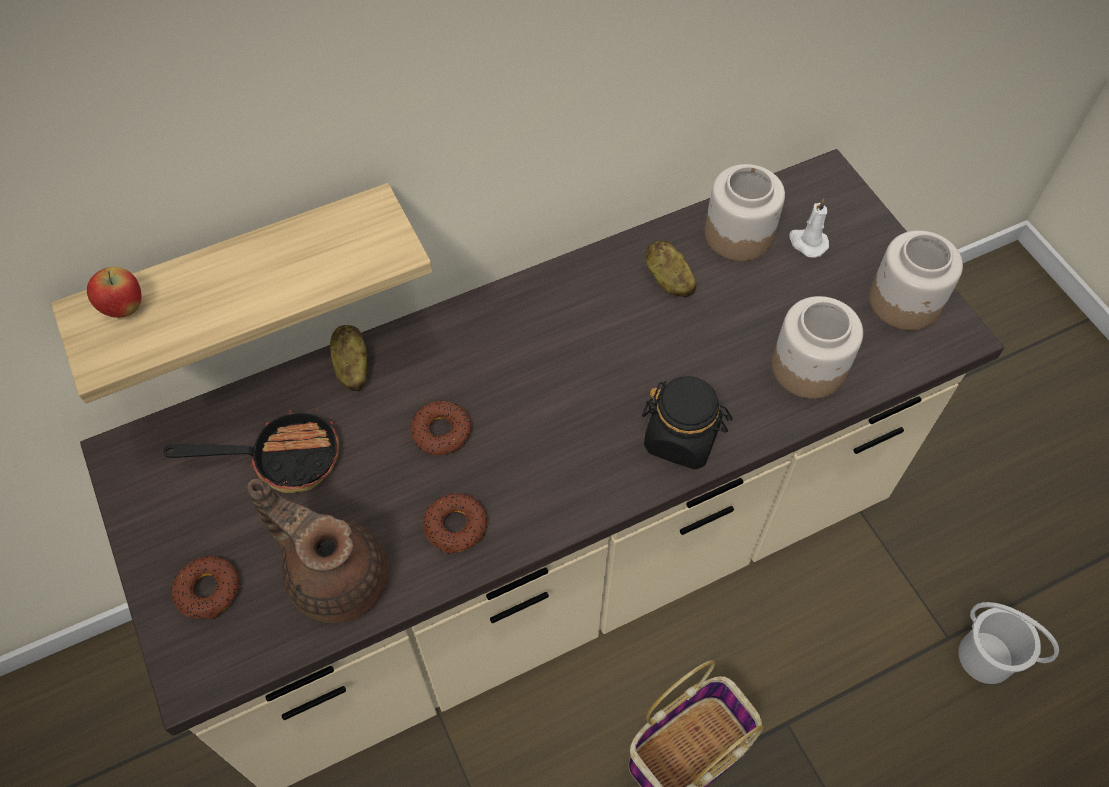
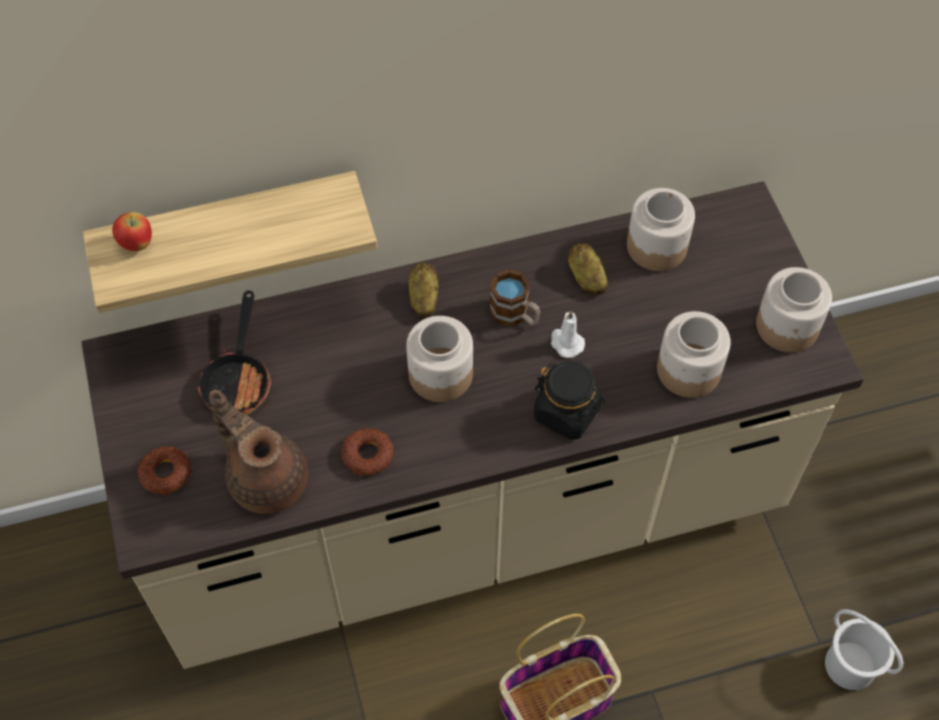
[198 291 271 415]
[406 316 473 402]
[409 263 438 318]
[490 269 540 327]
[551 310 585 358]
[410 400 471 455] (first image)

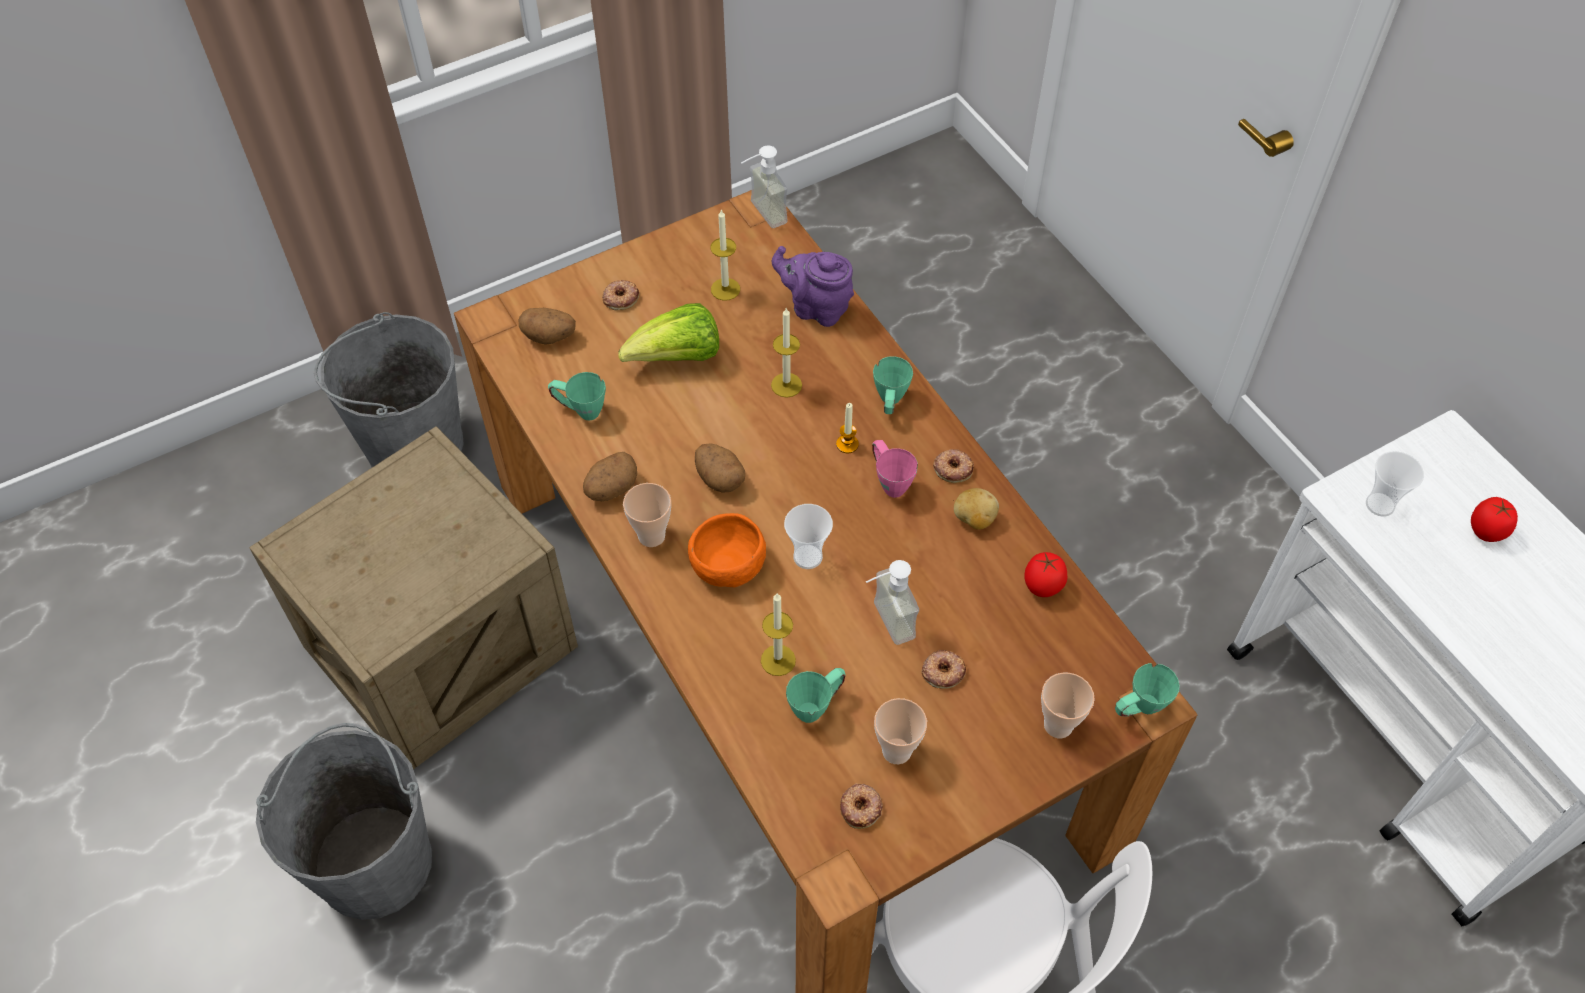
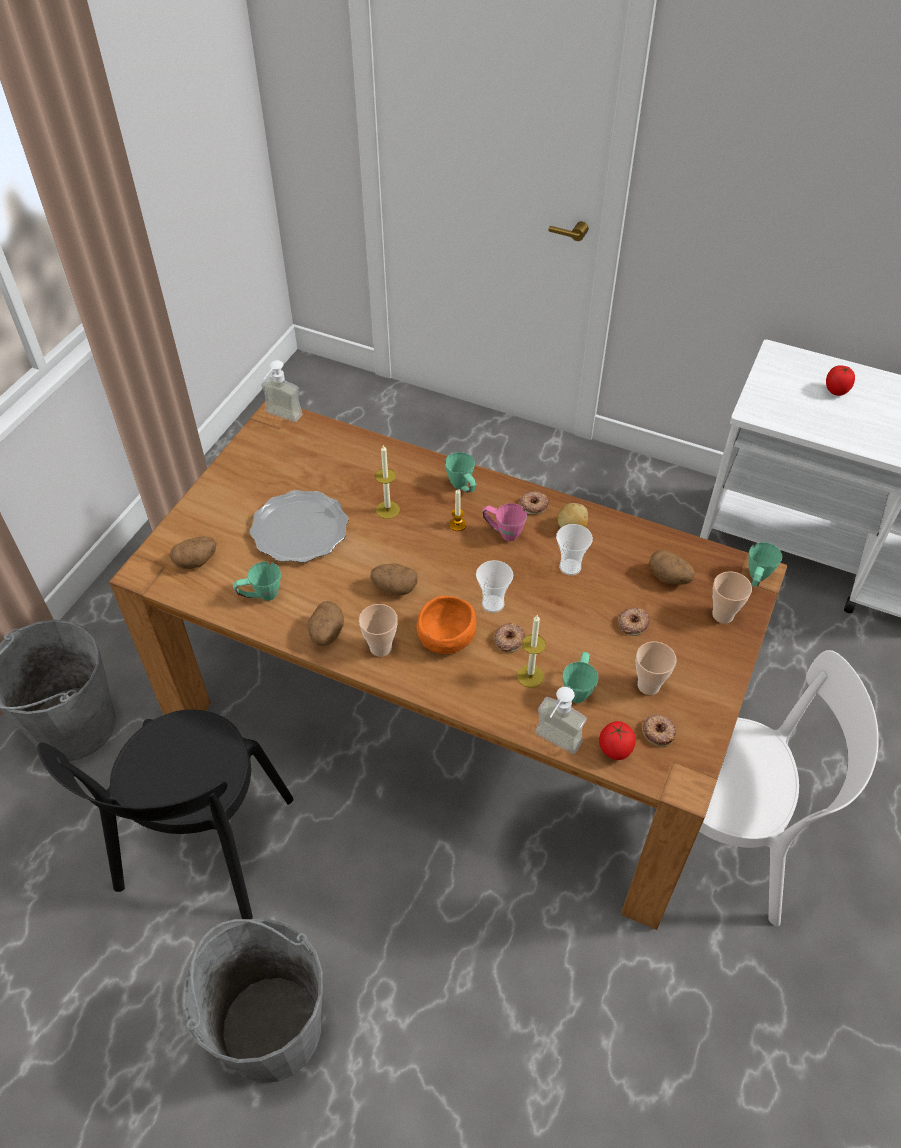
[37 709 293 919]
[250 490 348 563]
[494 623 525 653]
[535 687 587 754]
[556 524 593 575]
[599 721 636 760]
[650 550 695 585]
[710 209 740 301] (first image)
[772 246 854 327] (first image)

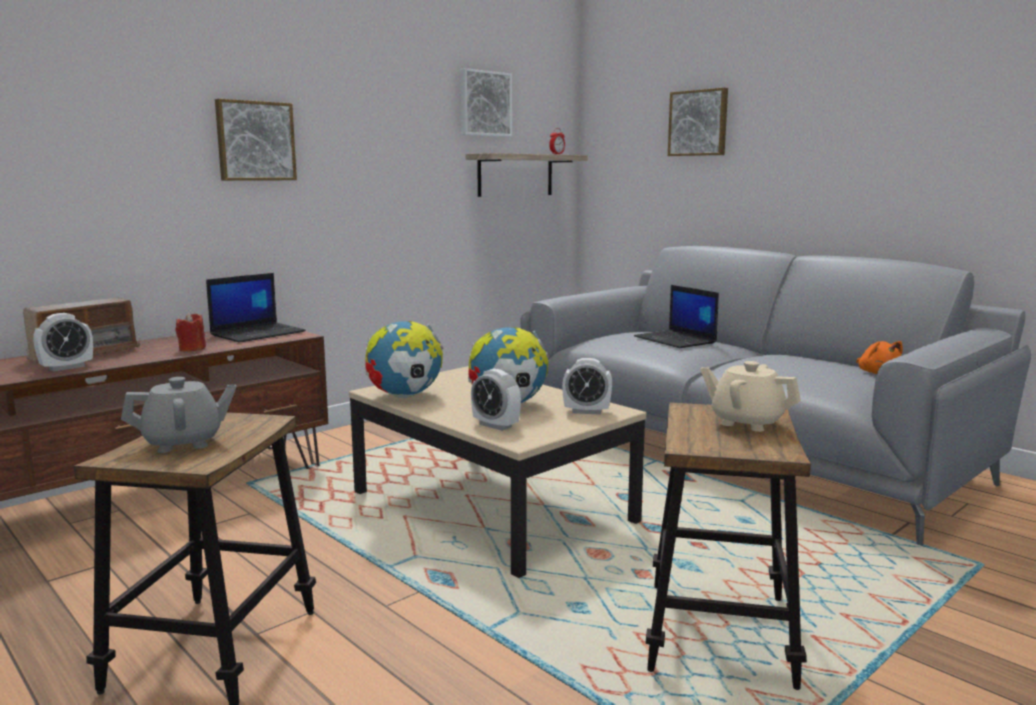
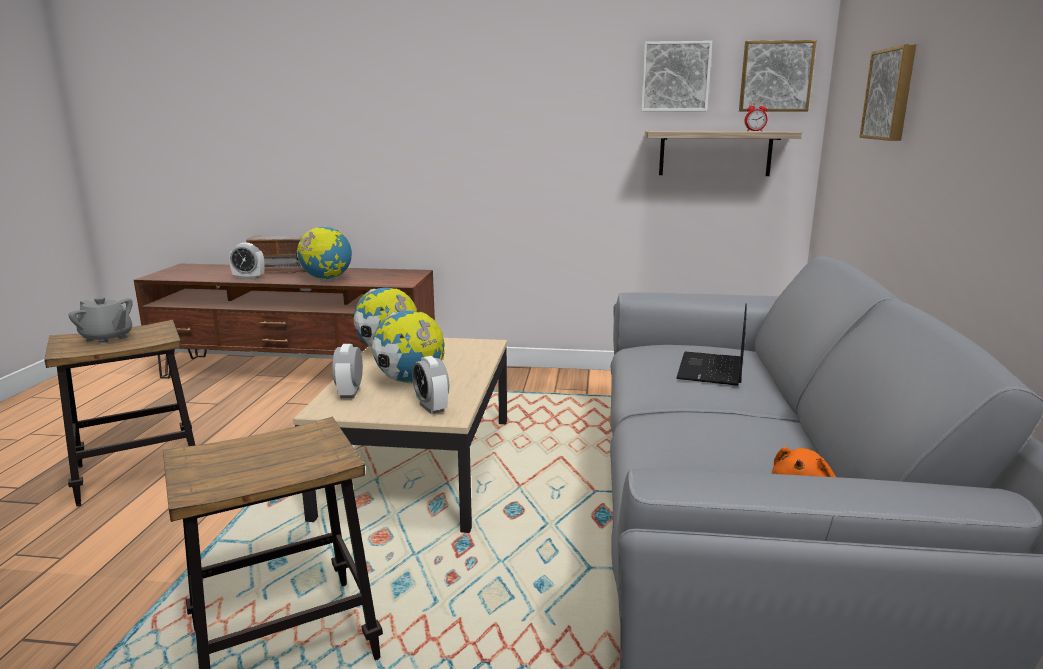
[296 226 352 281]
[739 40 817 111]
[206 273 306 343] (first image)
[700 361 801 432] (first image)

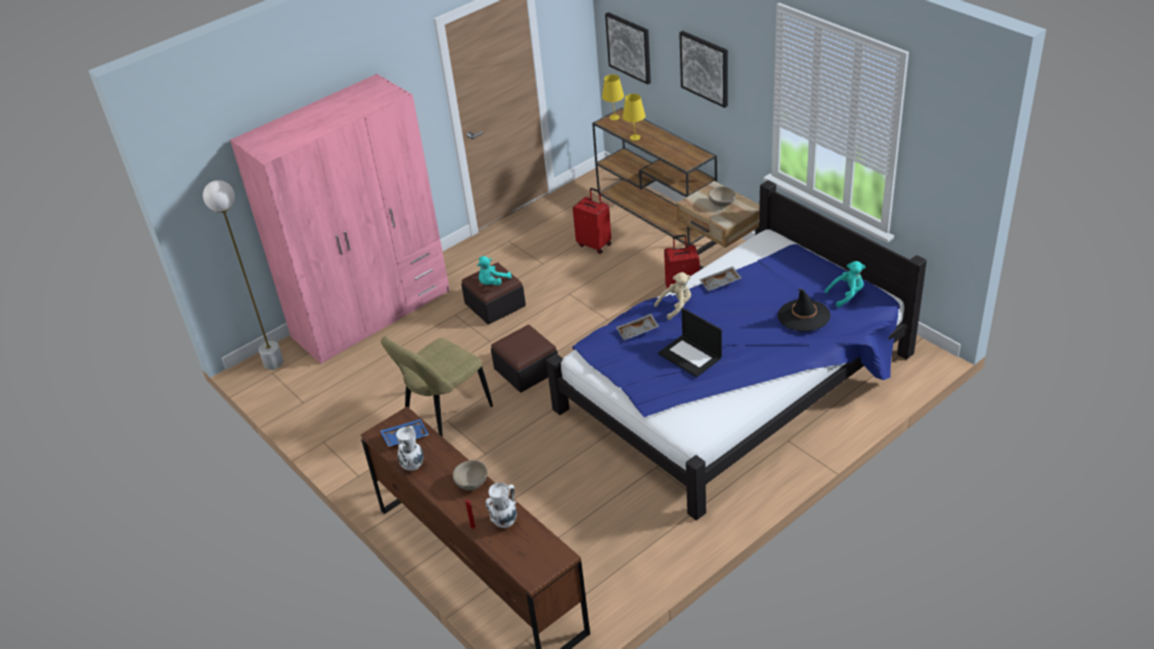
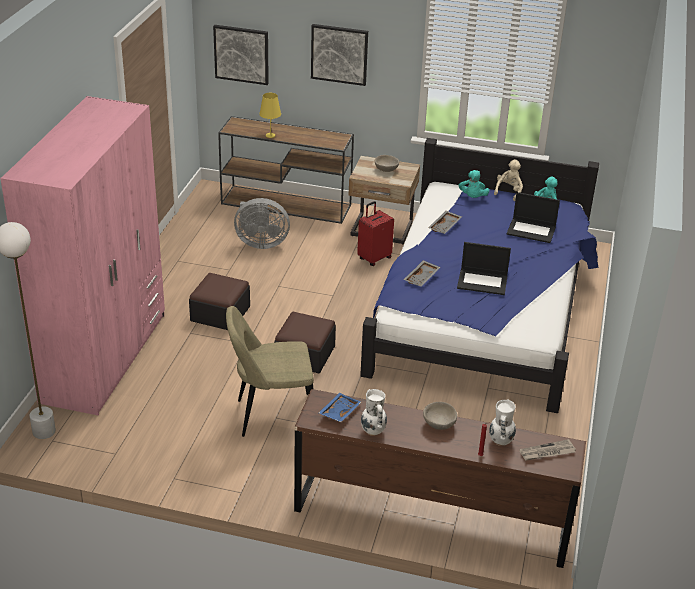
[226 306 314 437]
[234 198 290 249]
[458 170 489 198]
[494 159 523 201]
[507 192 560 243]
[519 439 576 461]
[602 74 624 120] (first image)

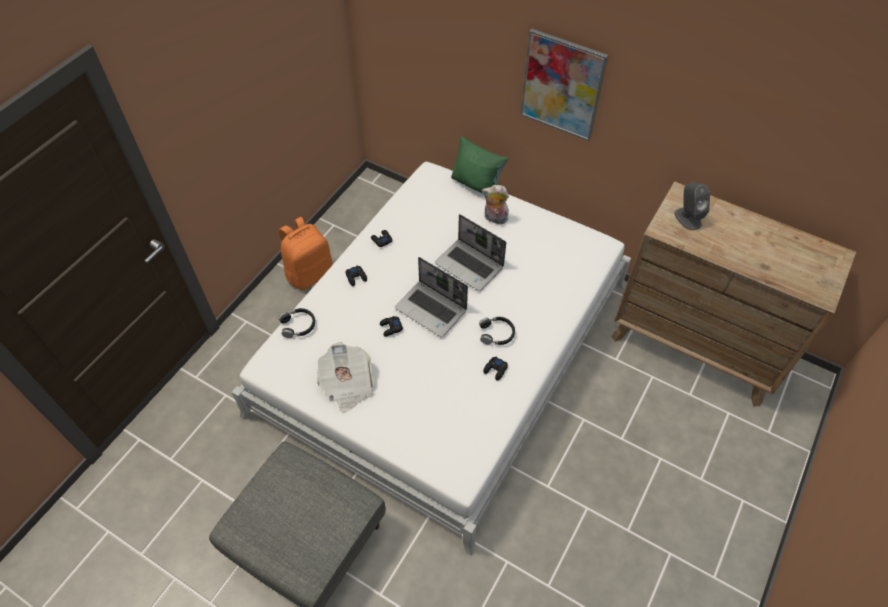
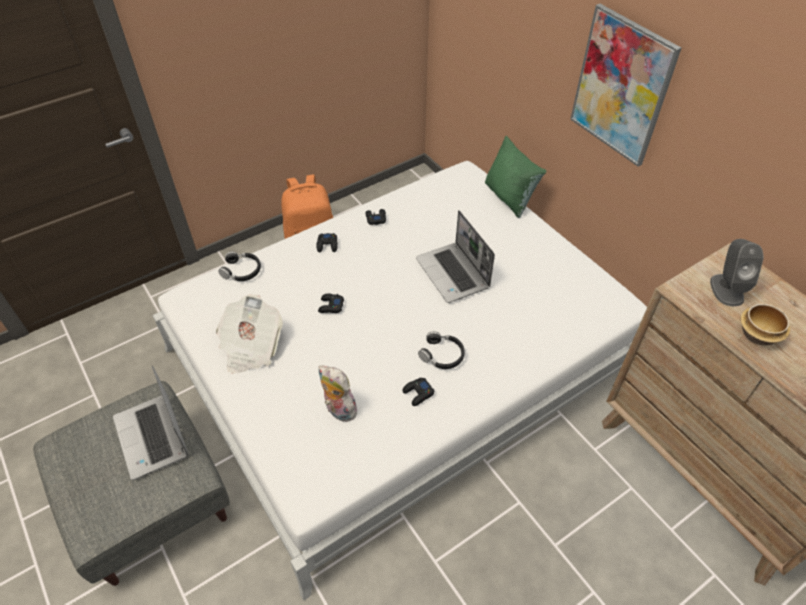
[113 366 189 480]
[318 365 357 422]
[740 304 790 345]

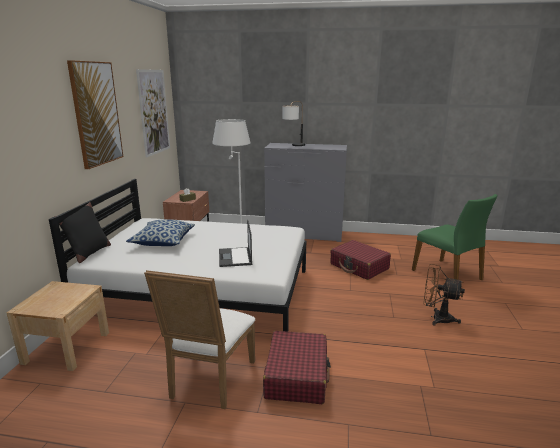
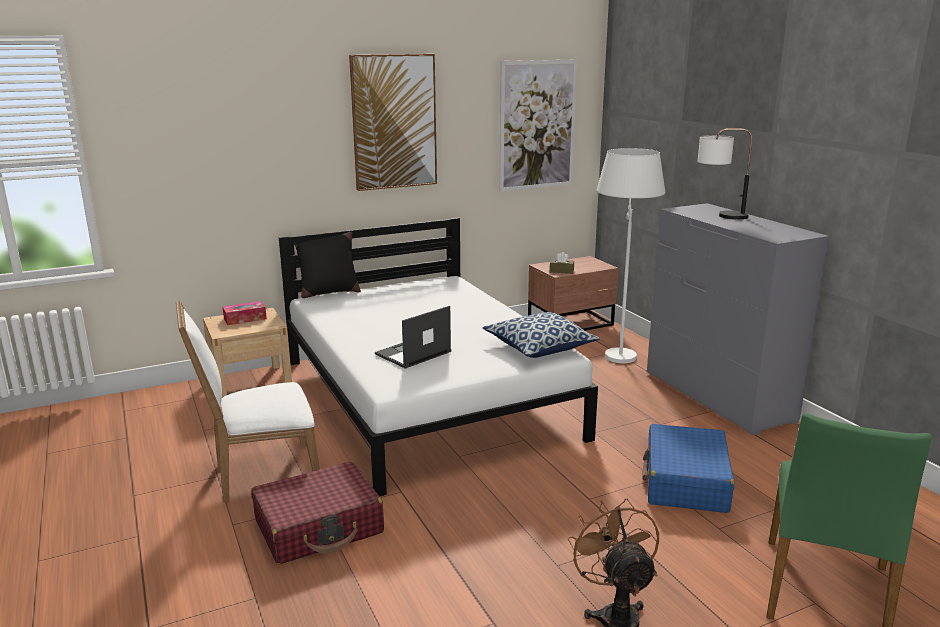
[223 301 267 325]
[483 312 600 358]
[642 424 734 513]

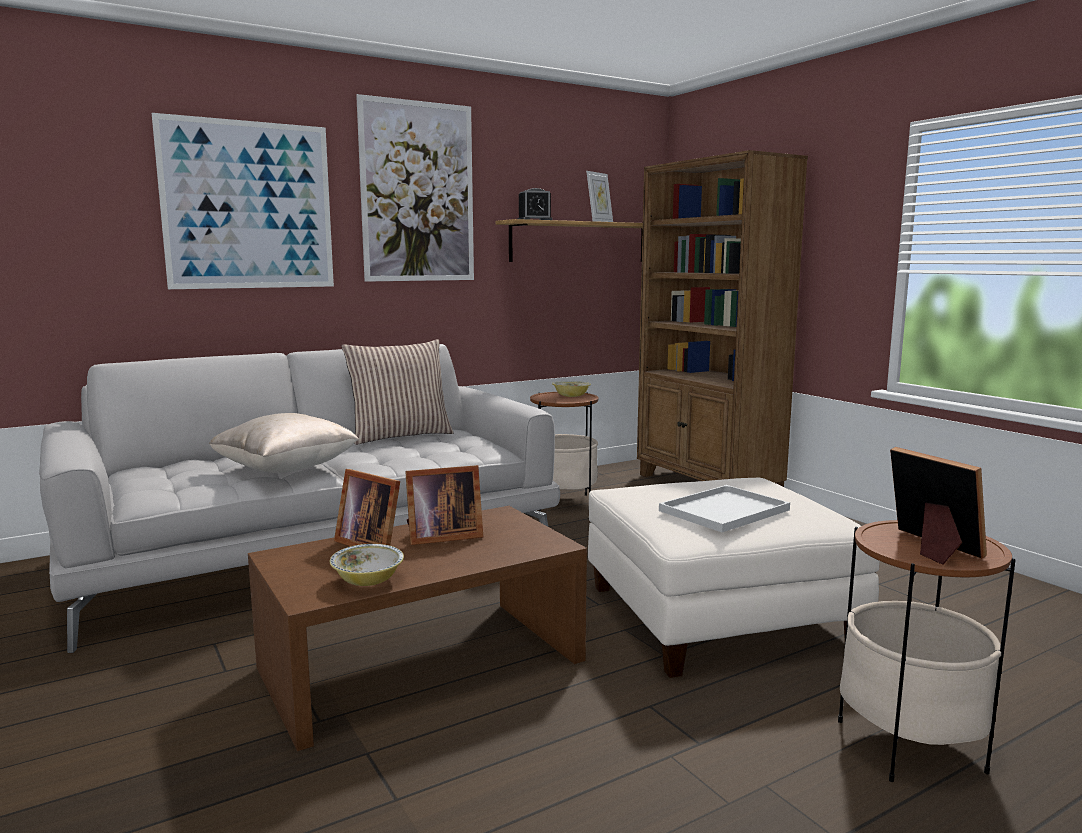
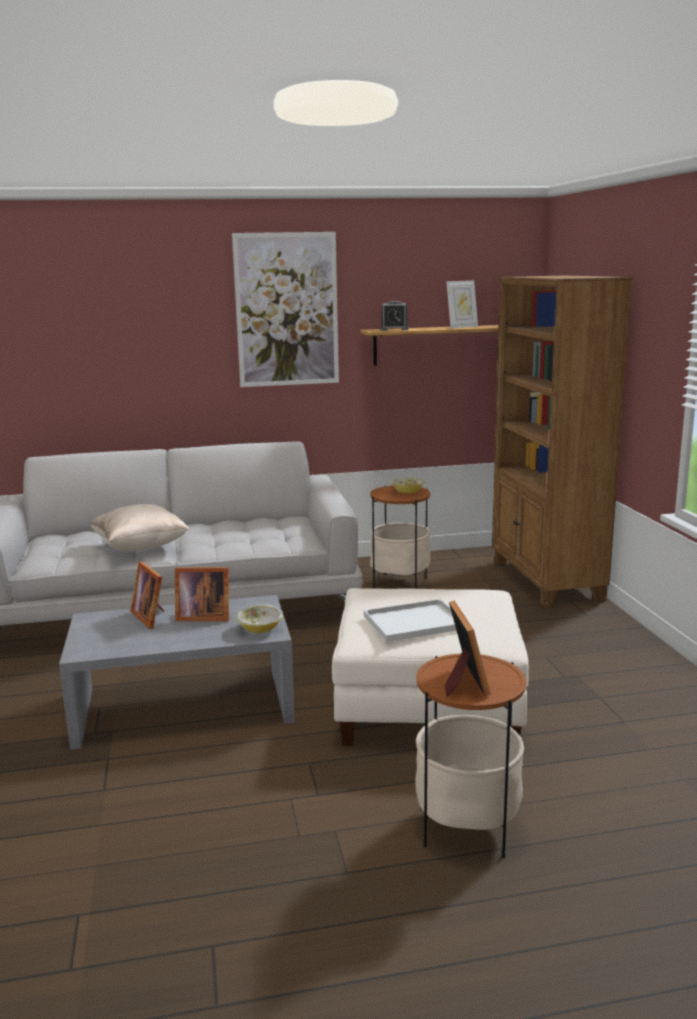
[59 595 295 750]
[235 604 283 633]
[152 113 334 289] (first image)
[342 339 454 445] (first image)

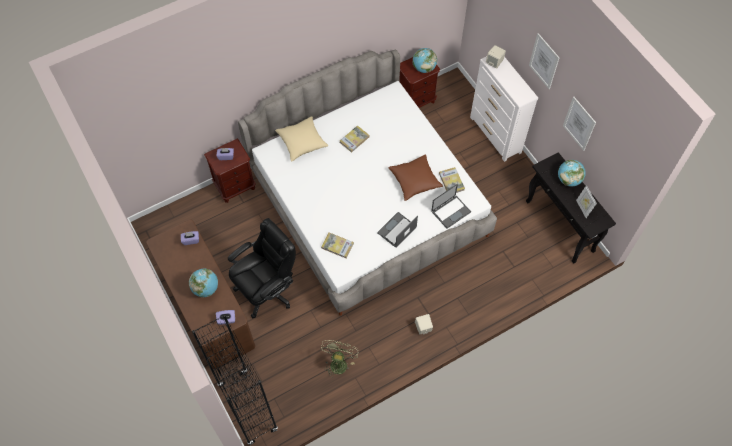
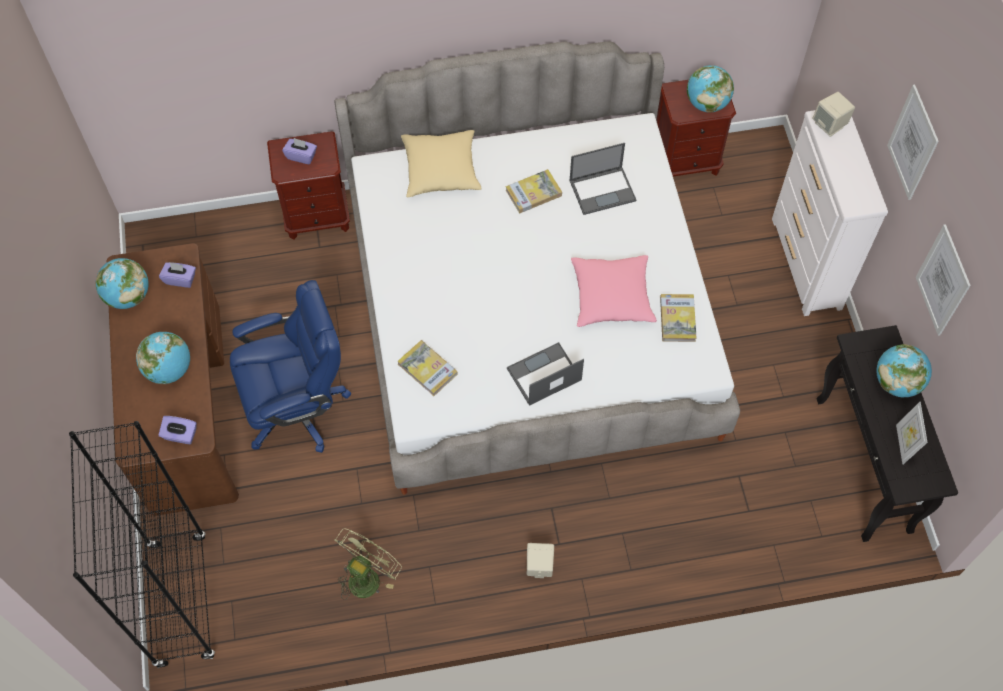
[95 258 149 309]
[230 280 351 453]
[570 143 636 215]
[571 255 657 327]

